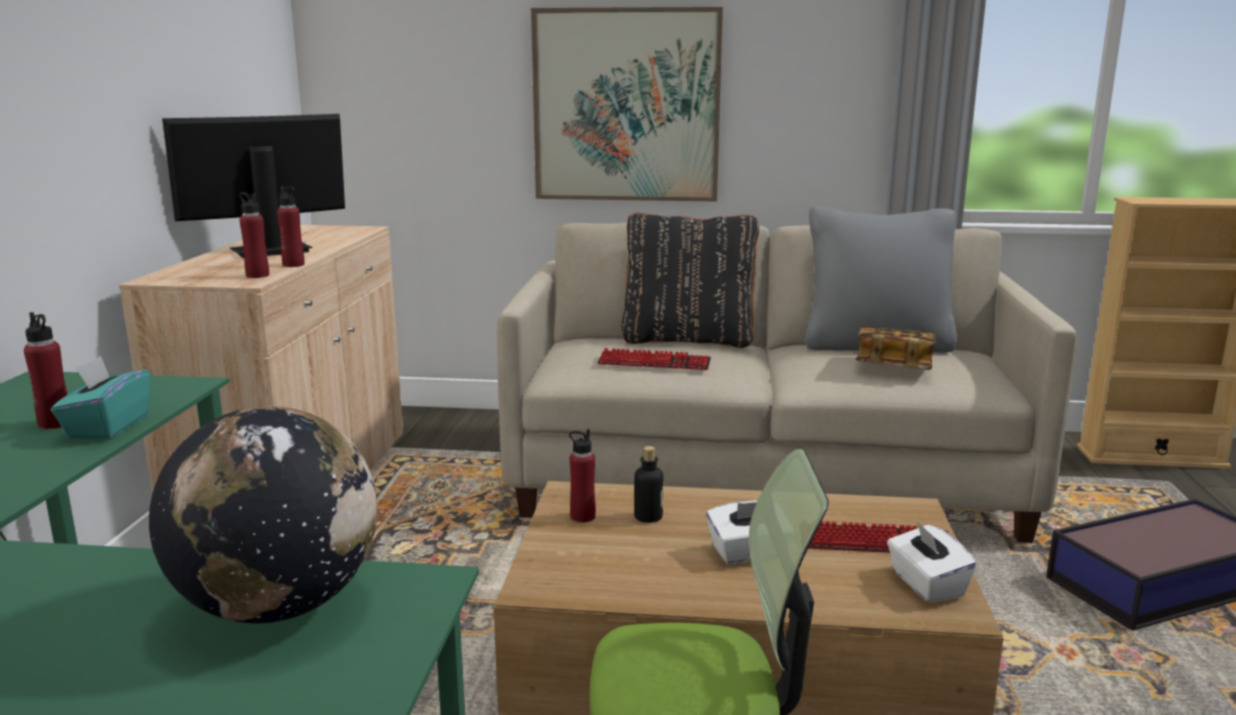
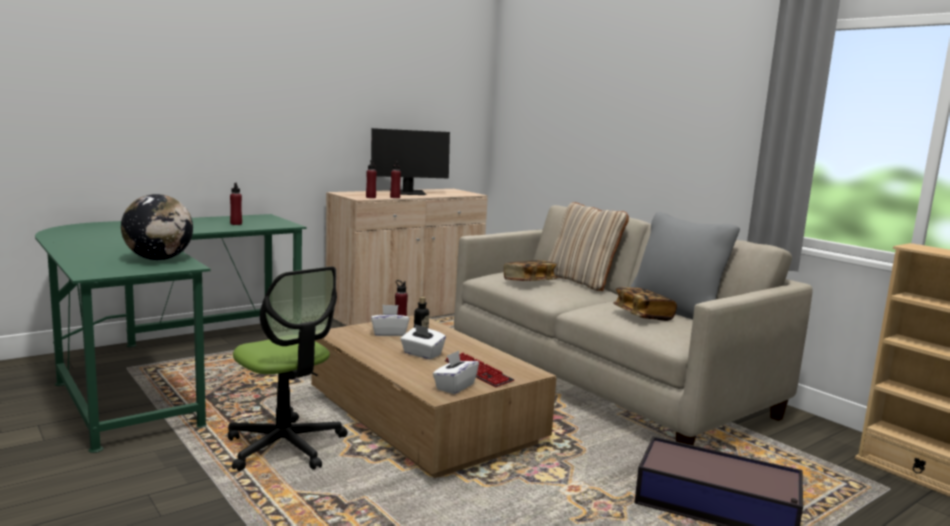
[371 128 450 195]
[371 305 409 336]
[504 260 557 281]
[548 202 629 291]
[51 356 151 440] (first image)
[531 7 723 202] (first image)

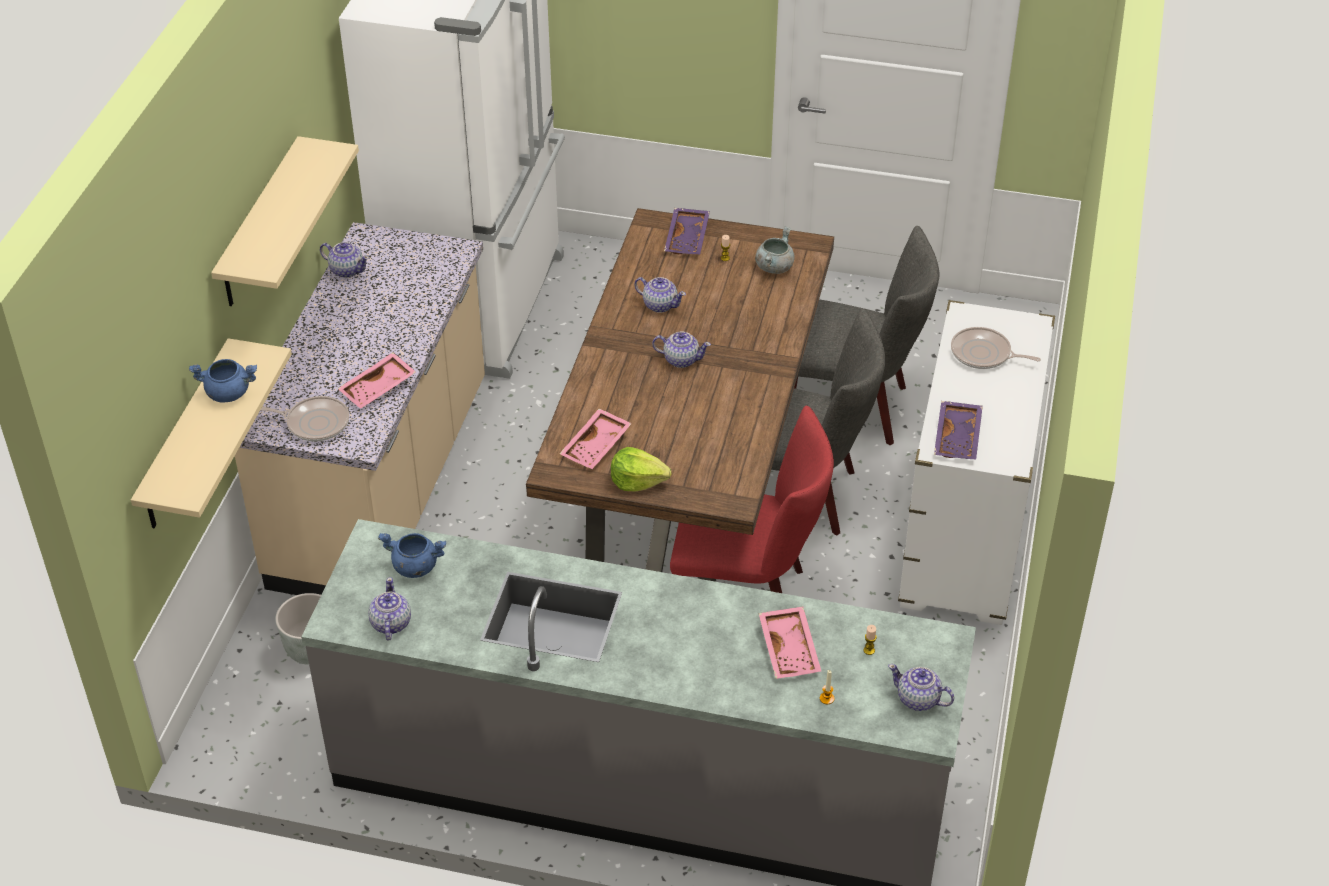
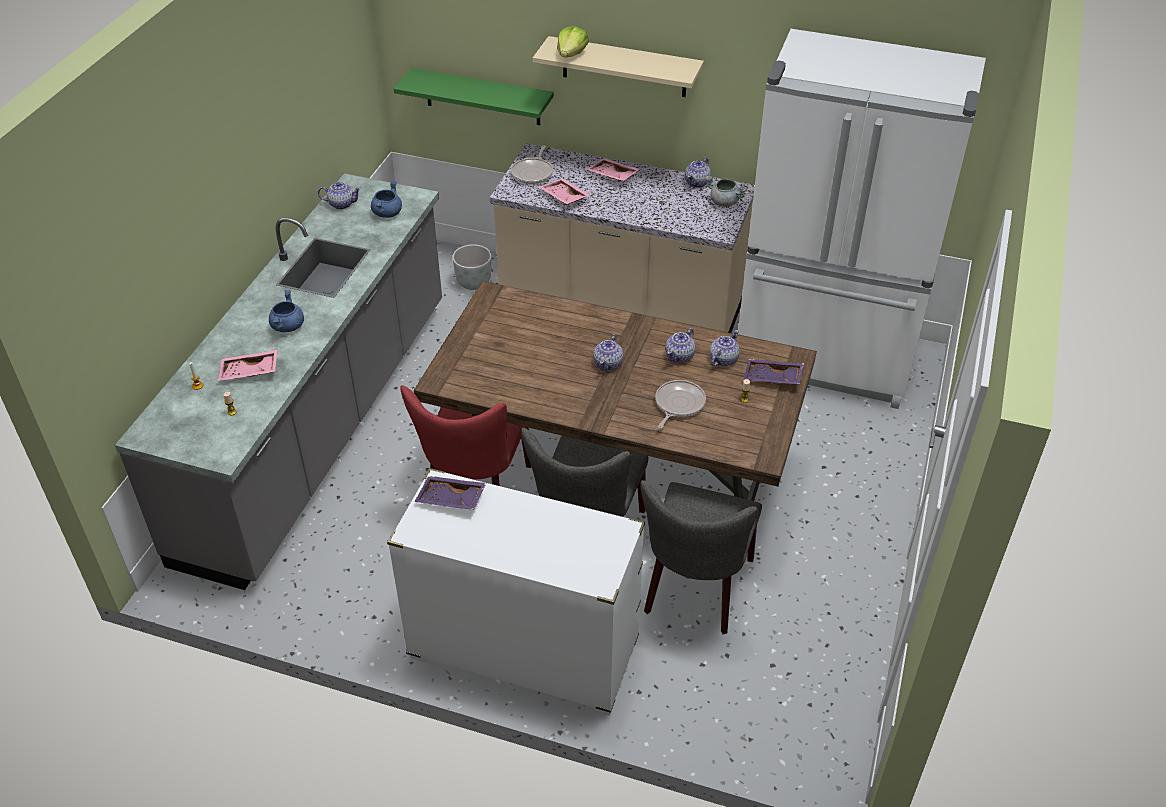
[269 290 304 332]
[394 68 554 125]
[557 26 589 57]
[587 158 640 181]
[655 380 706 429]
[705 176 748 207]
[710 330 740 367]

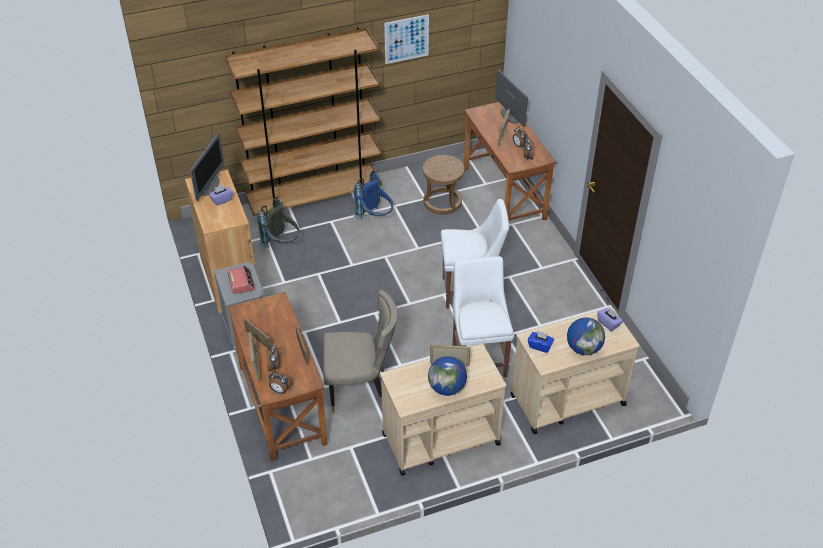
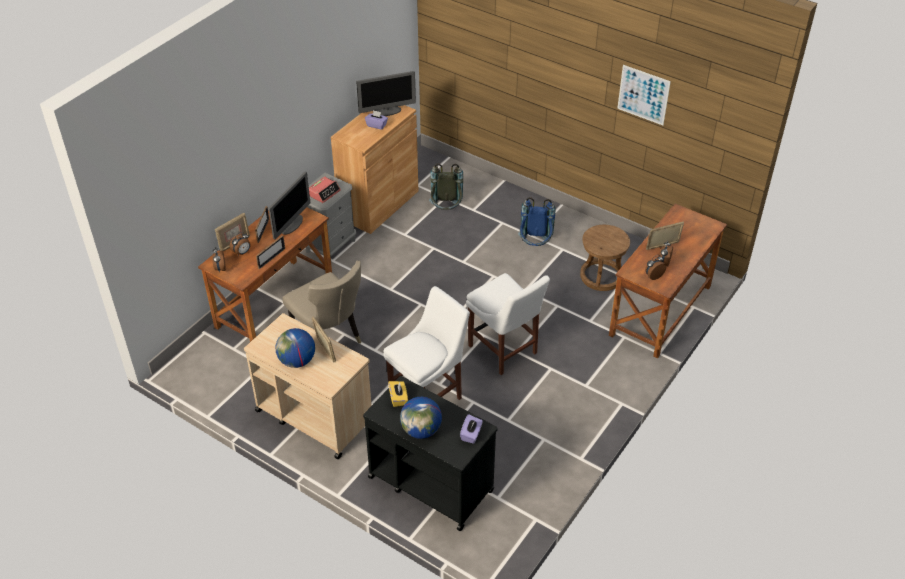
[269 172 311 240]
[363 376 498 531]
[388 381 408 407]
[225 27 382 216] (first image)

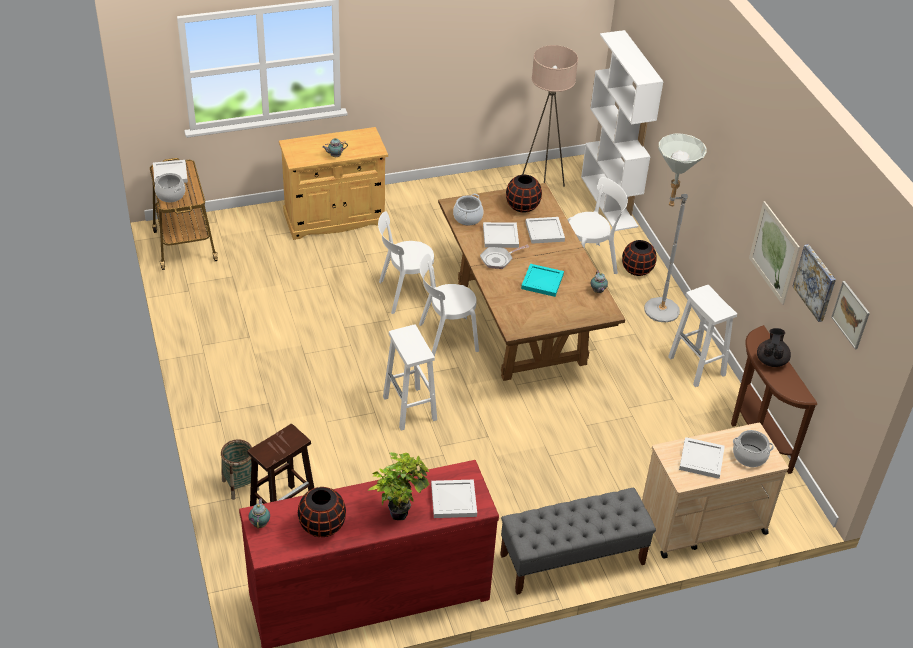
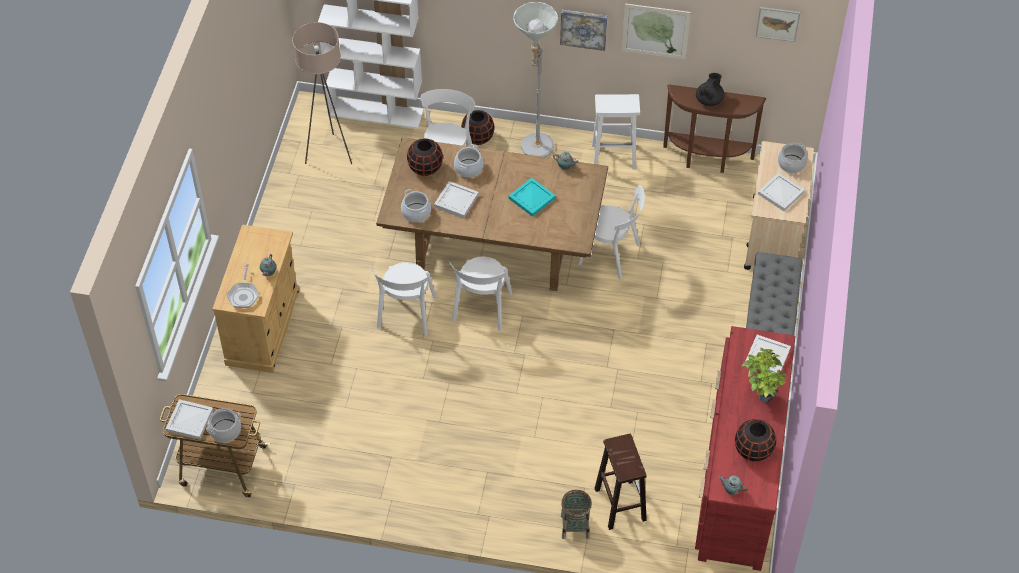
[226 264 259 308]
[454 144 484 177]
[560 10 607 51]
[578 185 645 280]
[696 73 724 106]
[383 324 437 431] (first image)

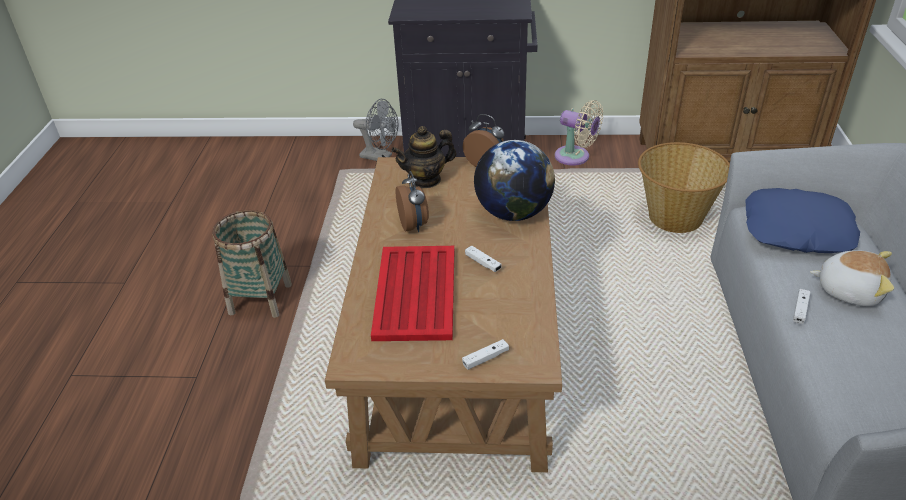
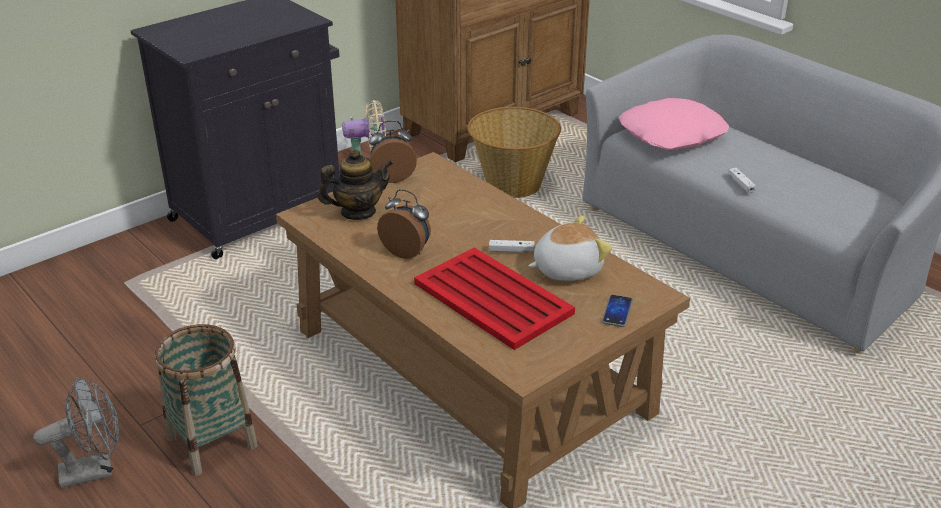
[33 377 119 489]
[318 149 393 220]
[528 215 613 281]
[602 295 633 327]
[619 98 729 150]
[474 140 555 221] (first image)

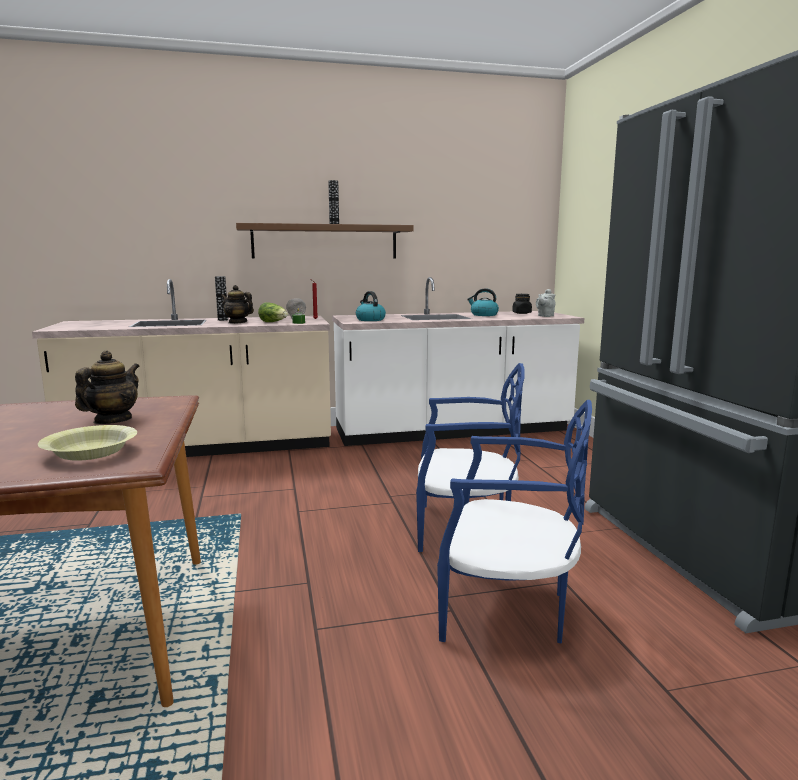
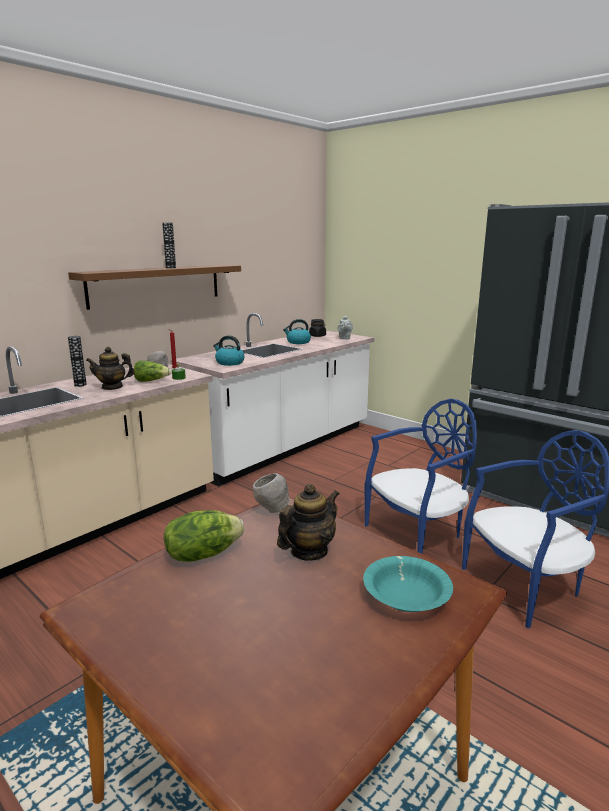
[164 510 244 562]
[253 473 290 513]
[277 484 339 561]
[363 556 453 612]

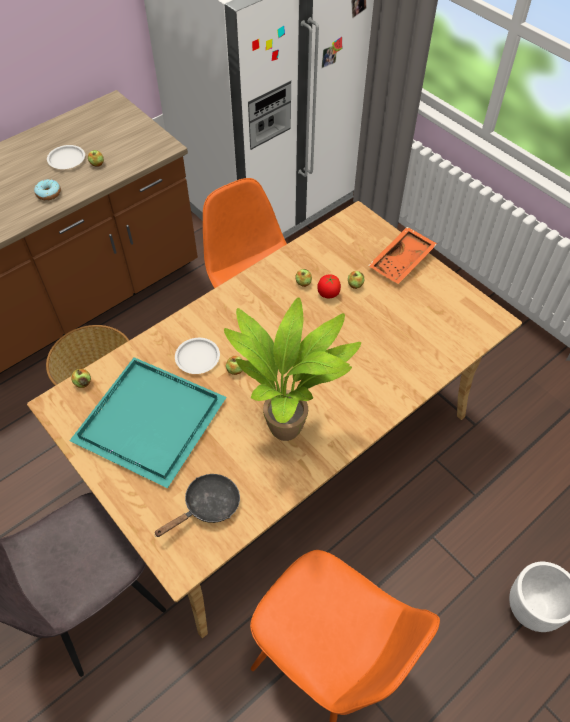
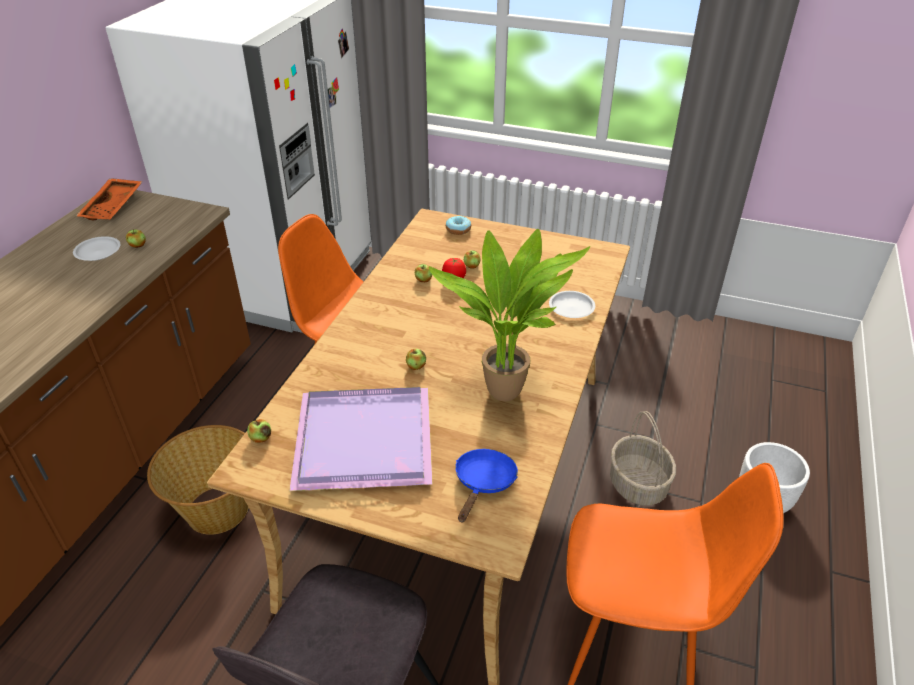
[76 178 142 220]
[289 387 432 491]
[446 215 471 235]
[455 449 518 523]
[549 291 595 318]
[610 411 676 505]

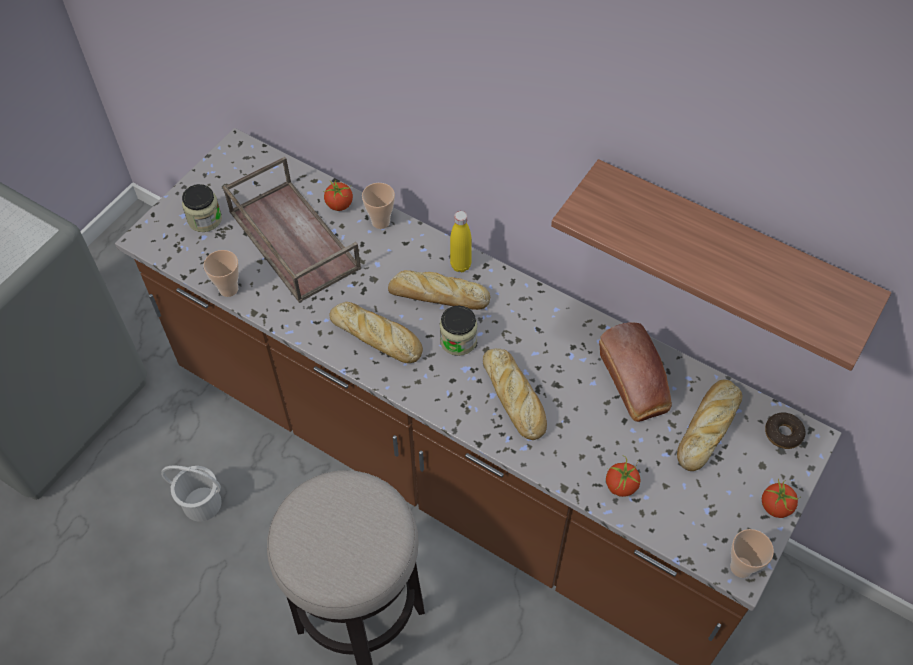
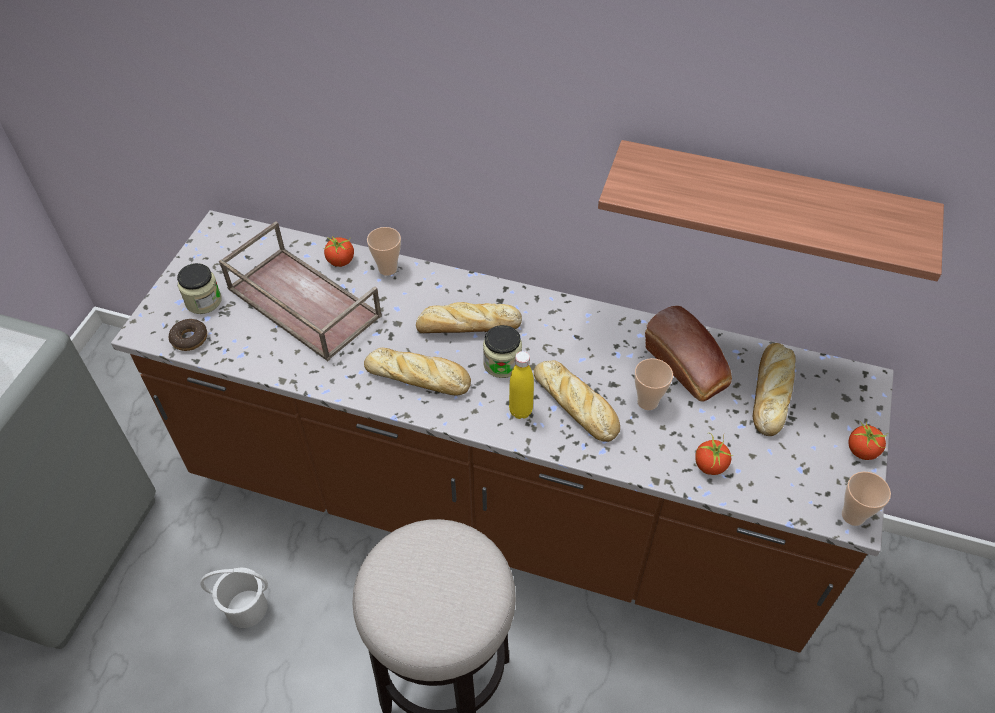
[169 319 207 351]
[509 351 534 419]
[634 358 673 410]

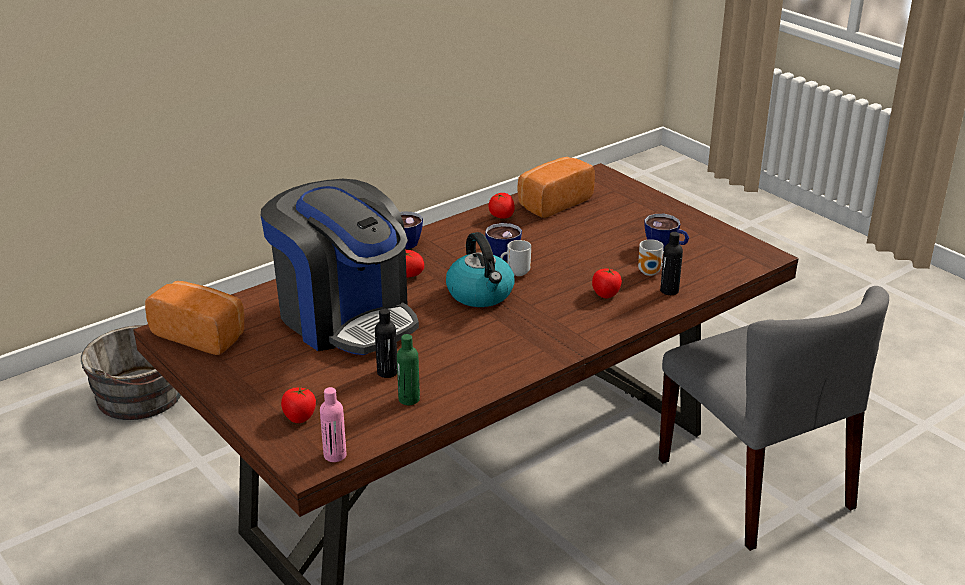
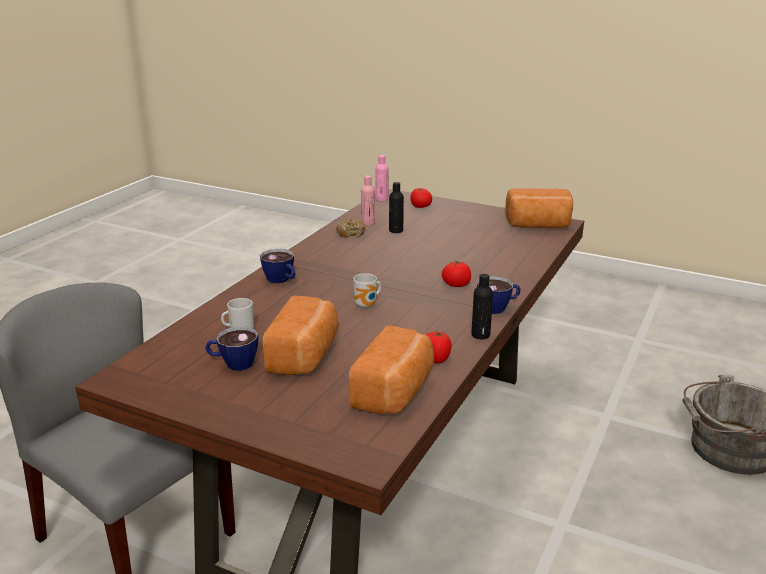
[260 249 296 283]
[263 295 339 375]
[336 218 365 238]
[361 175 375 225]
[471 274 493 339]
[261 179 419 355] (first image)
[446 232 515 307] (first image)
[592 268 622 298] (first image)

